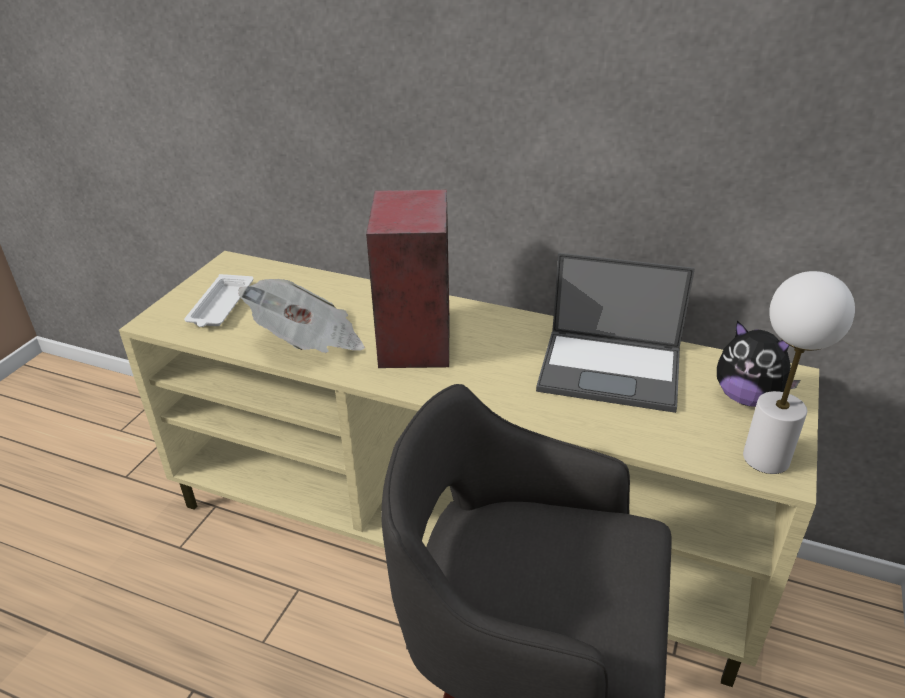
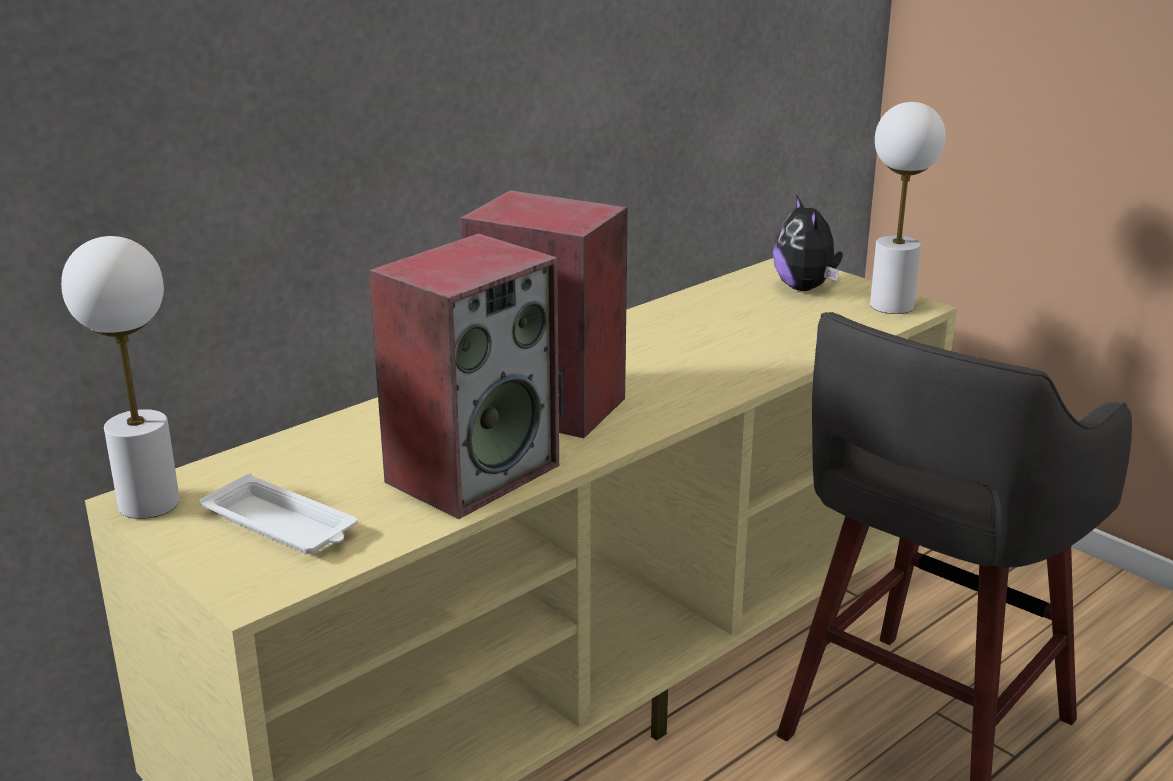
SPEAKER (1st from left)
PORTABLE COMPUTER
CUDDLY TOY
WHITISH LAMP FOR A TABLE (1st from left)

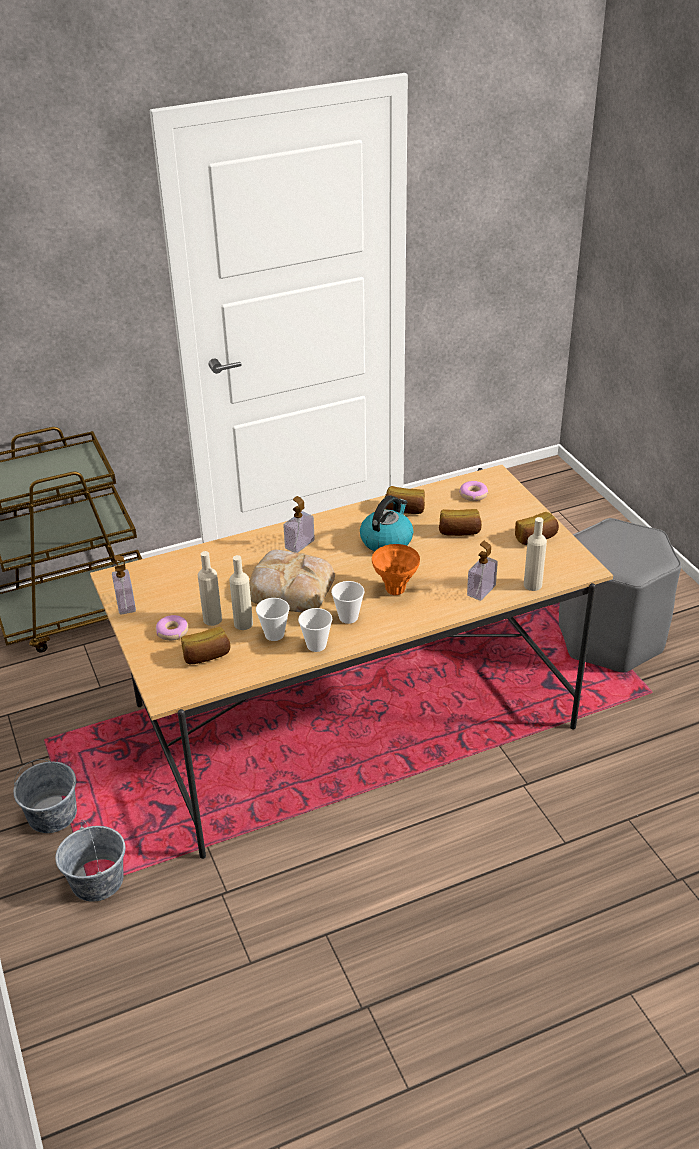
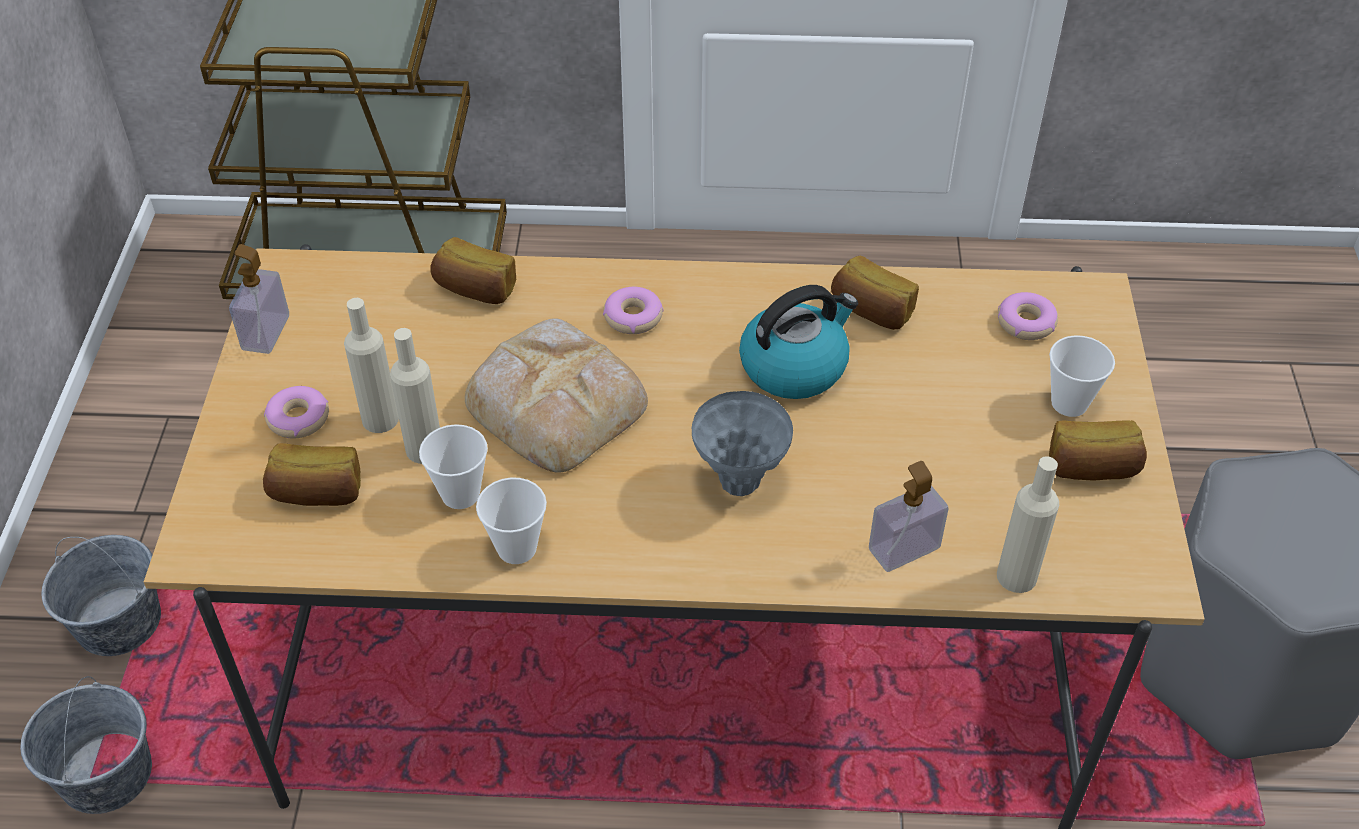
RING DOUGHNUT (2nd from left)
DRINKING CUP (3rd from left)
GRAY VASE
BAKERY BREAD (2nd from left)

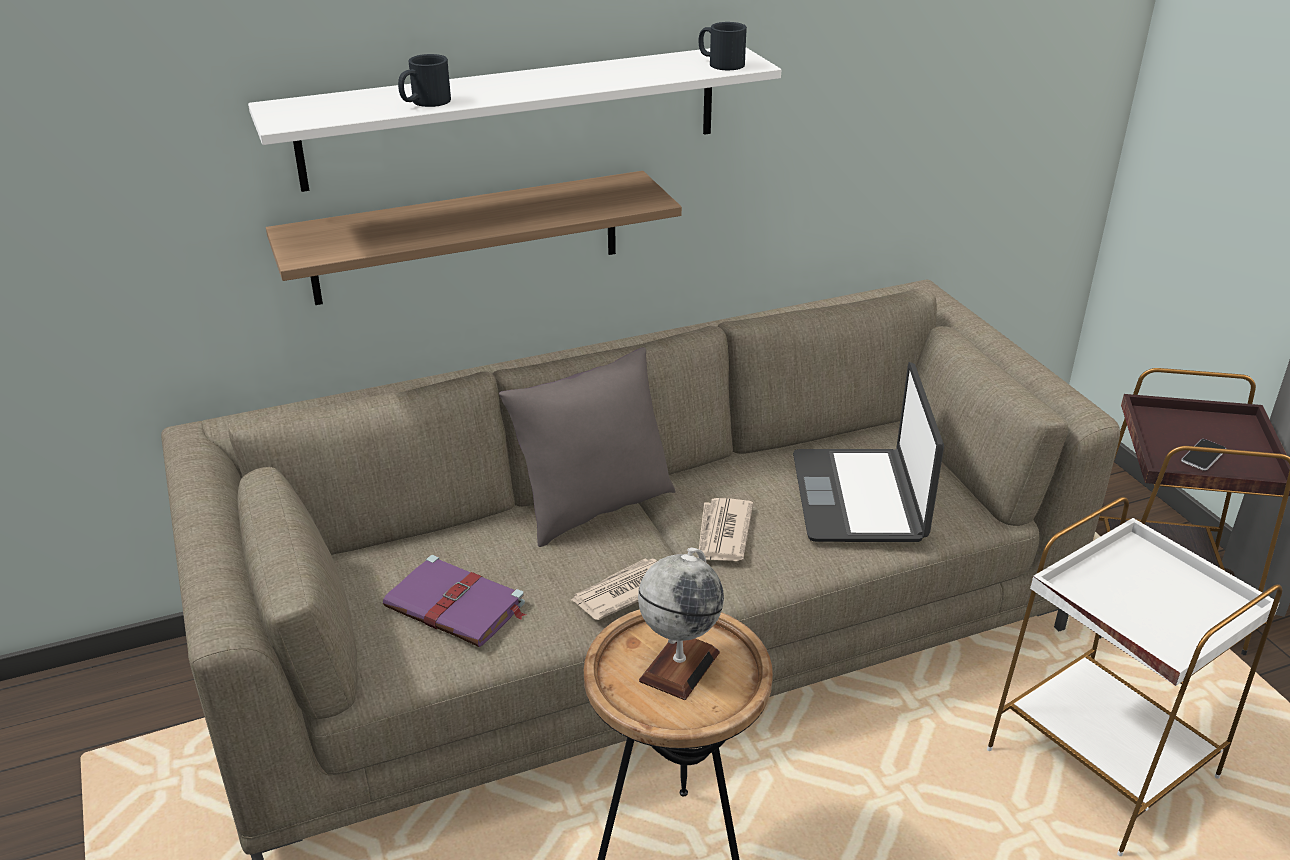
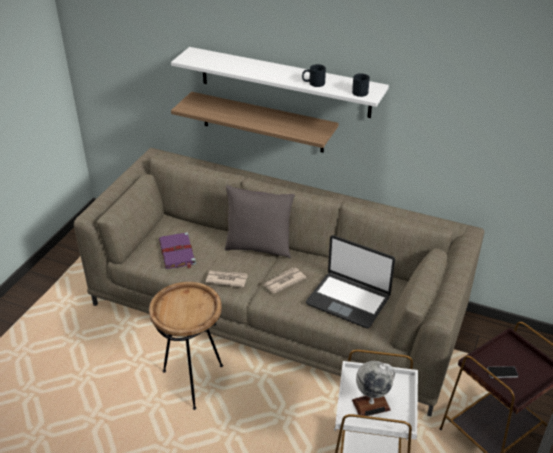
BLACKISH COFFEE MUG (1st from left)
WORLD GLOBE
PORTABLE COMPUTER

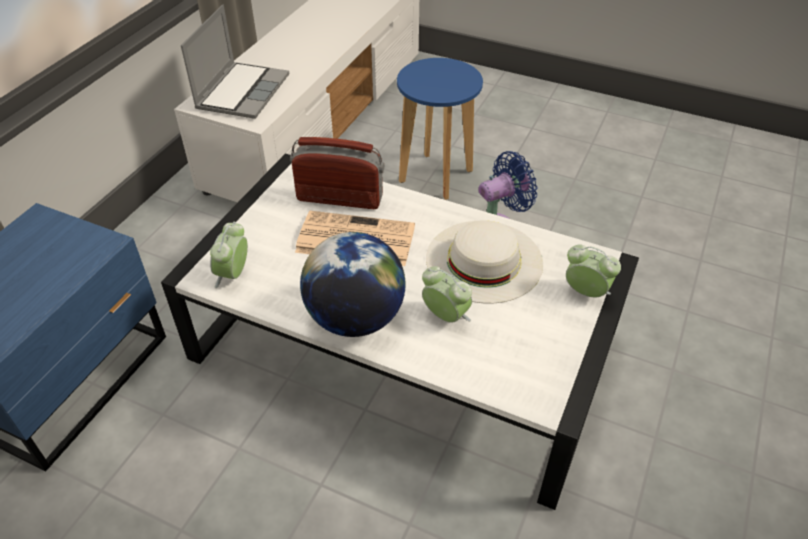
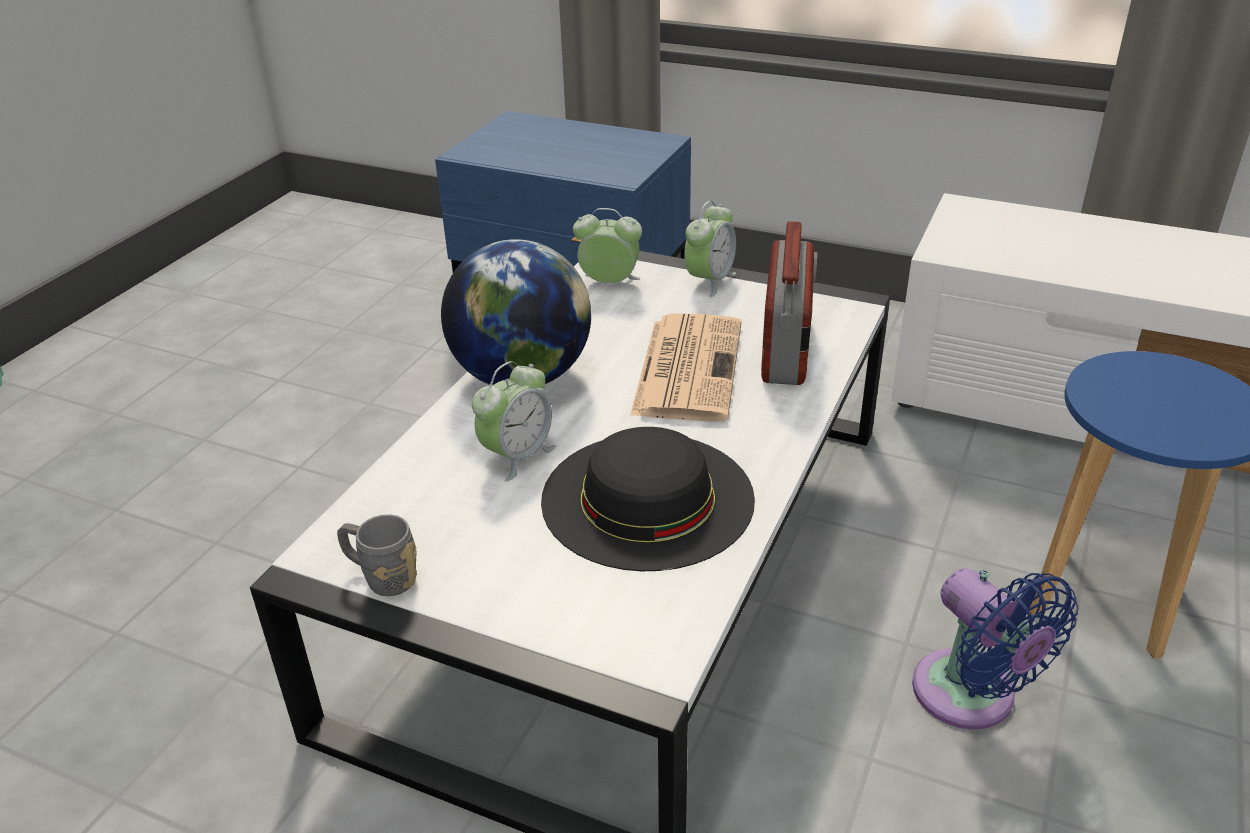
PORTABLE COMPUTER
BLACKISH WEARABLE HAT
TABLE CLOCK (3rd from left)
GRAY COFFEE MUG

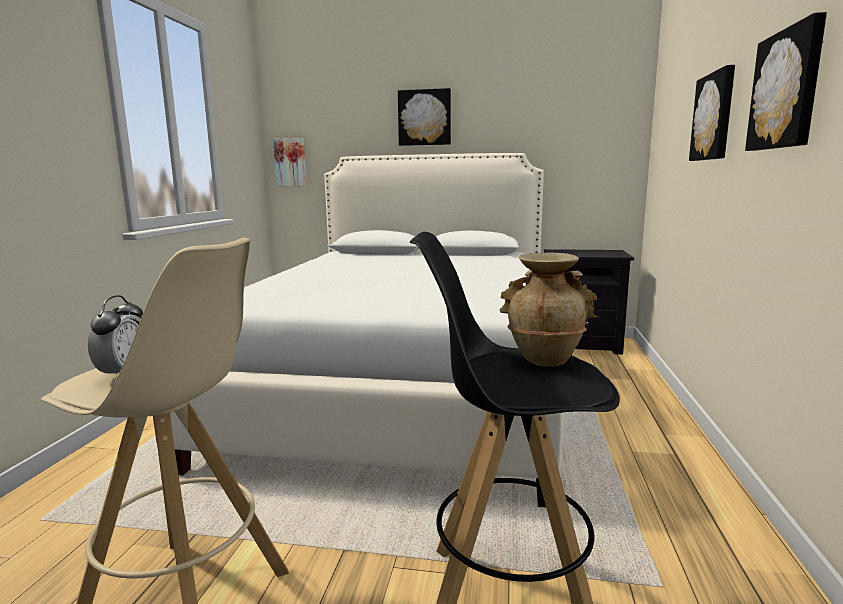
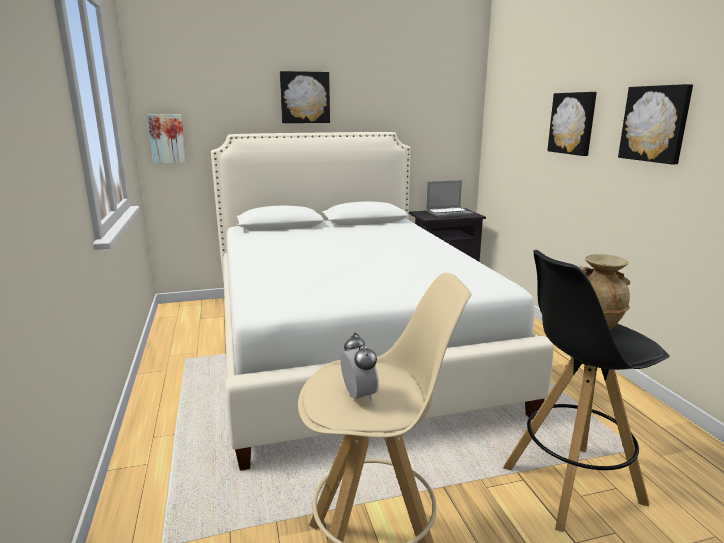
PORTABLE COMPUTER

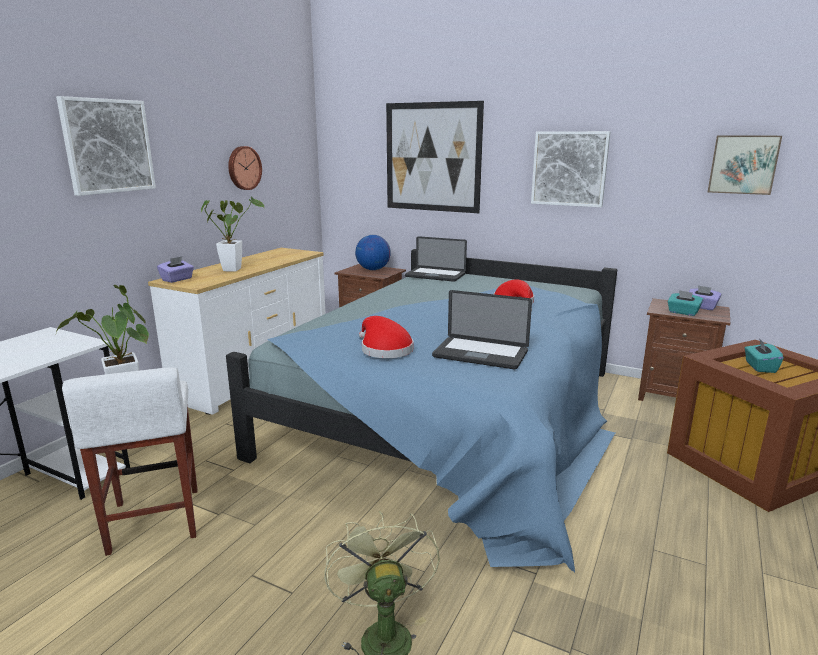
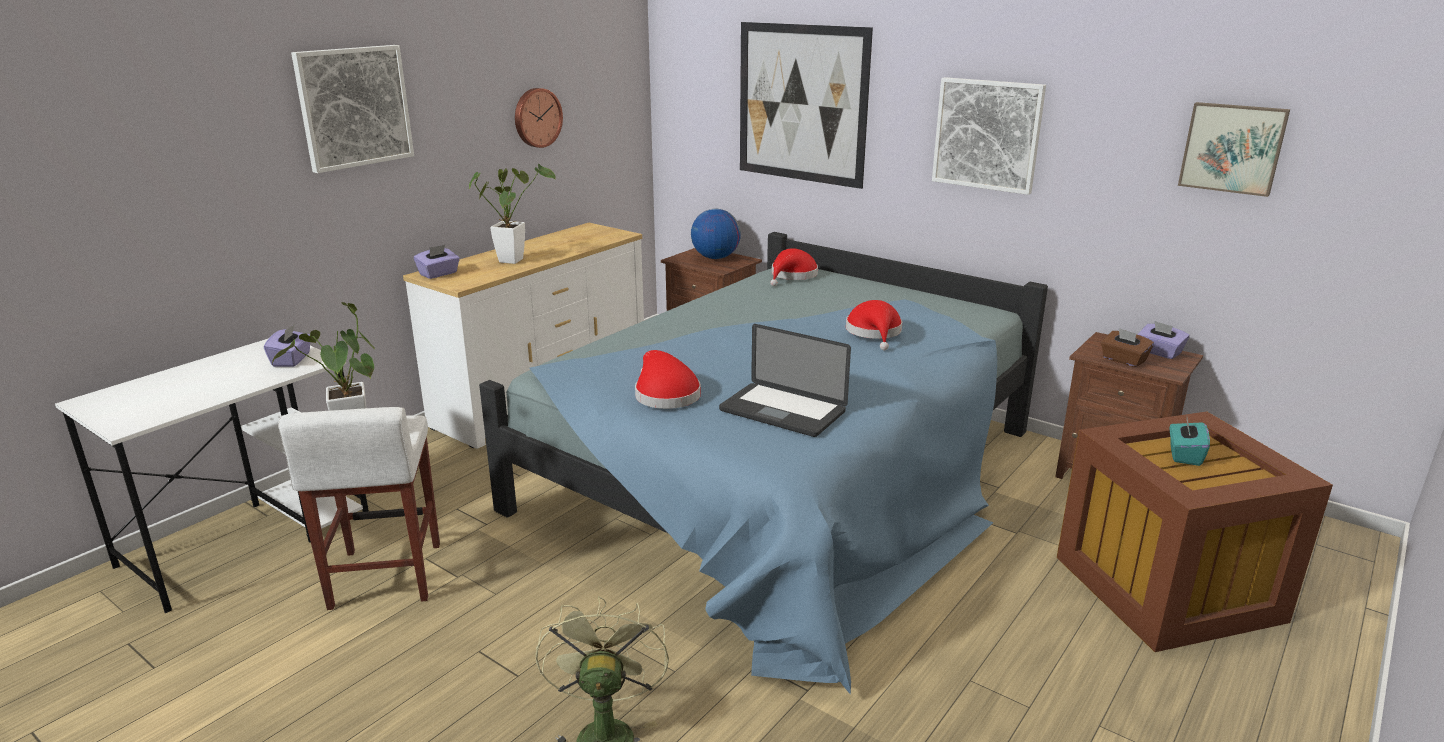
RED WEARABLE HAT (2nd from left)
BROWNISH TISSUE BOX
PURPLE TISSUE BOX (1st from left)

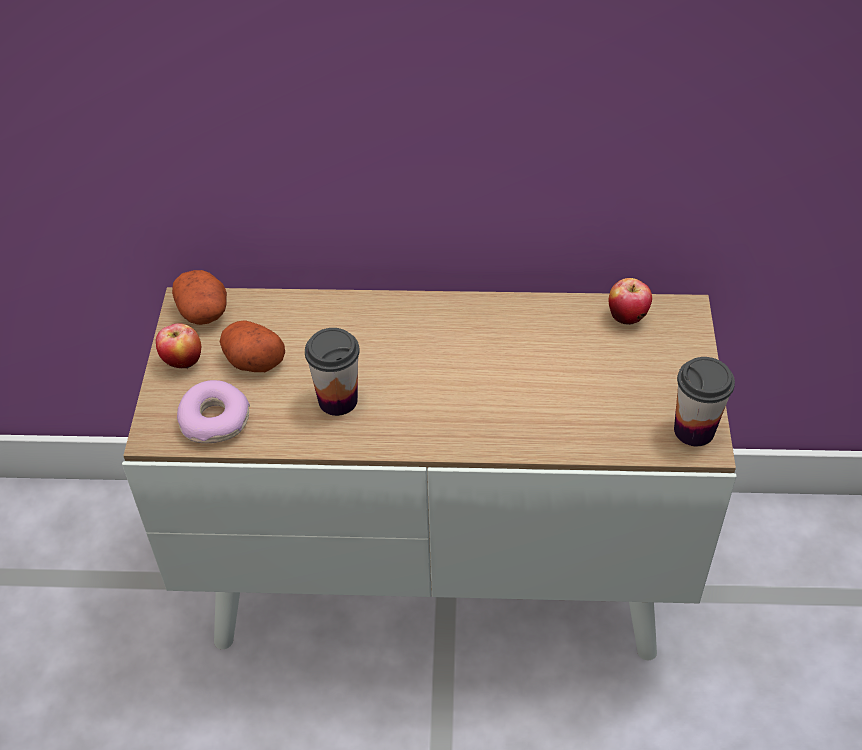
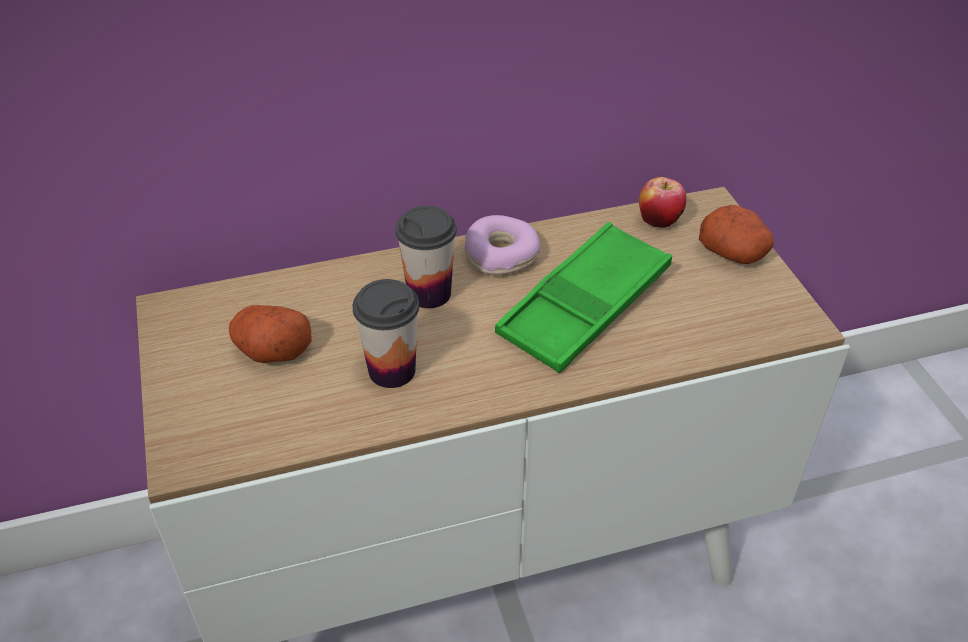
APPLE FRUIT (1st from left in the first image)
POTATO (2nd from left)
RING DOUGHNUT
DRINKING CUP (2nd from left)
GREEN TRAY

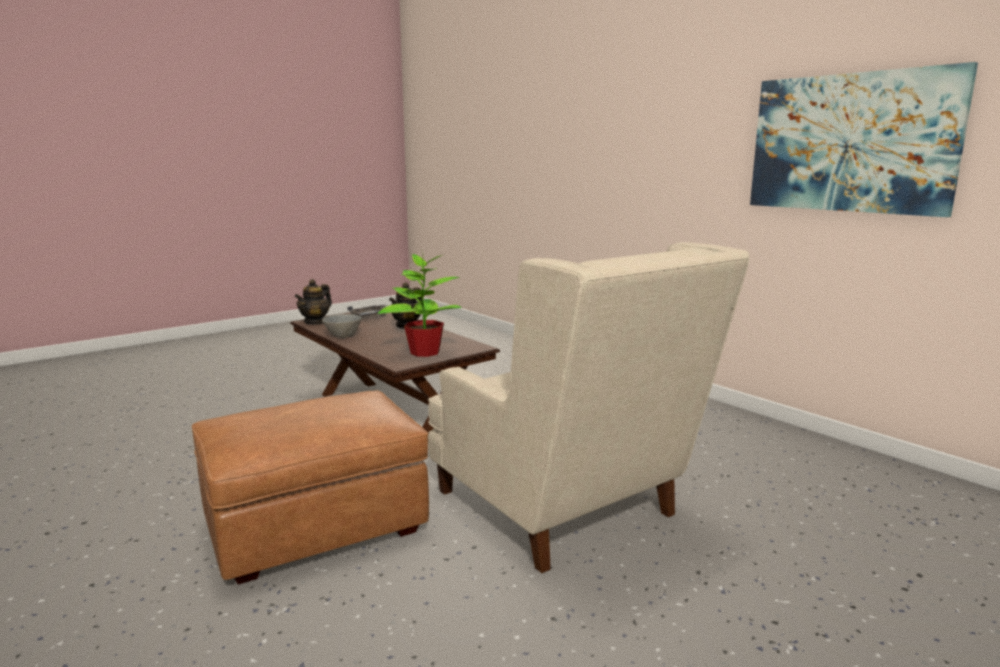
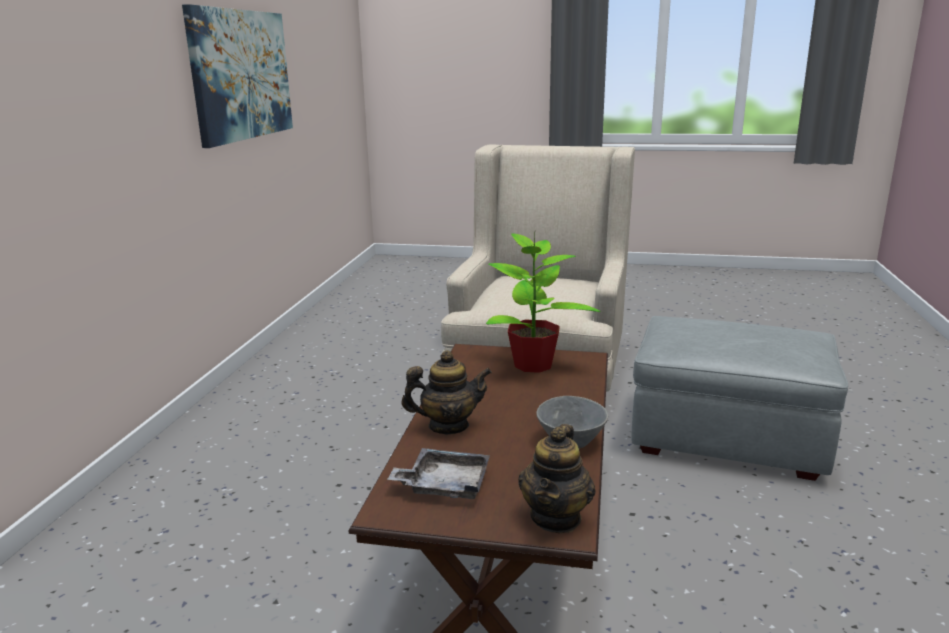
GRAY POUFFE
TEAPOT (2nd from left)

